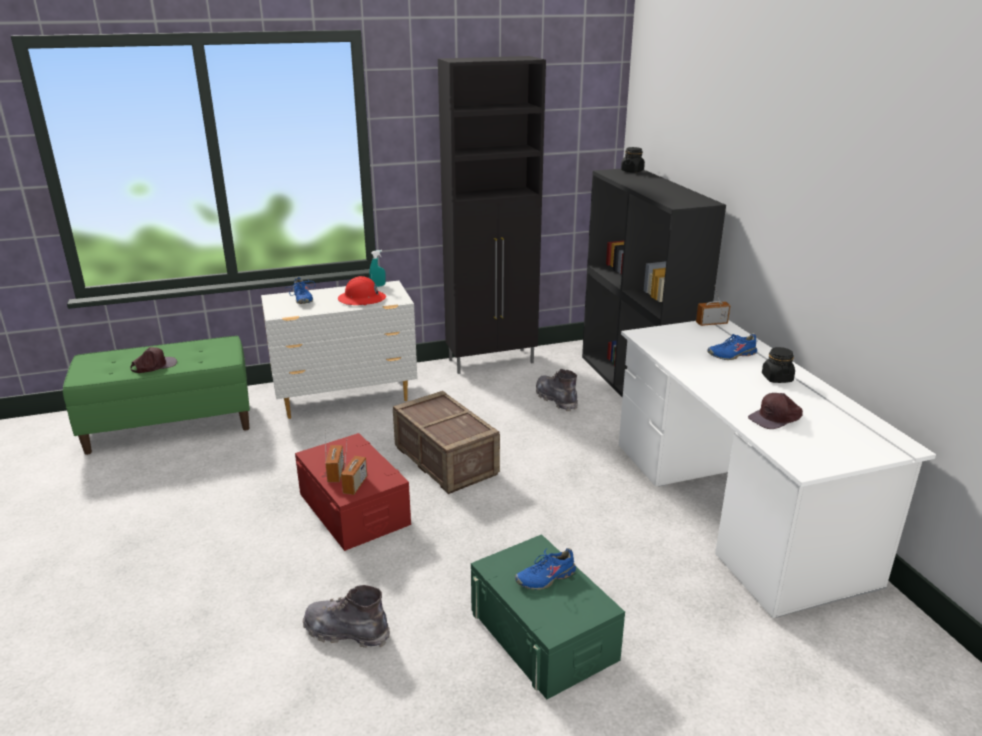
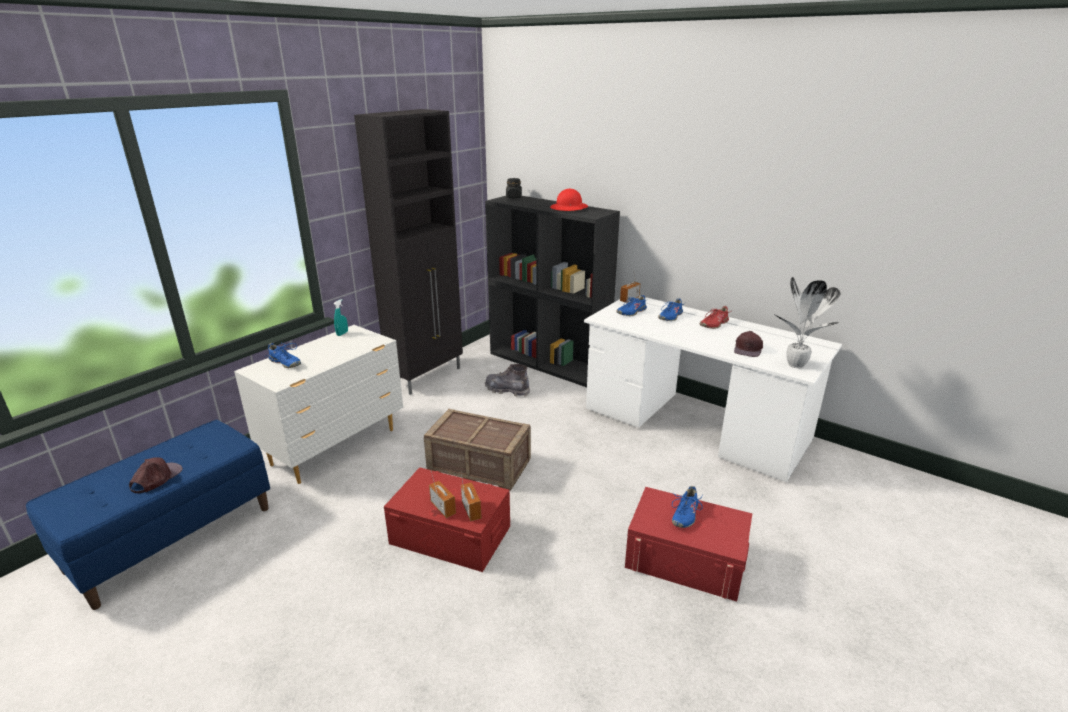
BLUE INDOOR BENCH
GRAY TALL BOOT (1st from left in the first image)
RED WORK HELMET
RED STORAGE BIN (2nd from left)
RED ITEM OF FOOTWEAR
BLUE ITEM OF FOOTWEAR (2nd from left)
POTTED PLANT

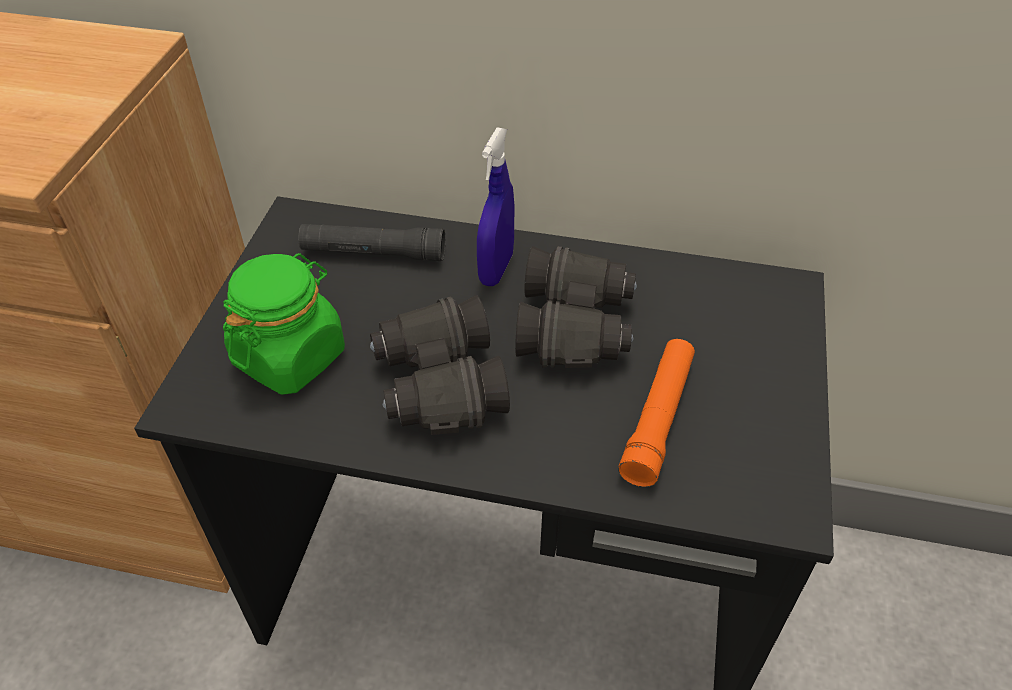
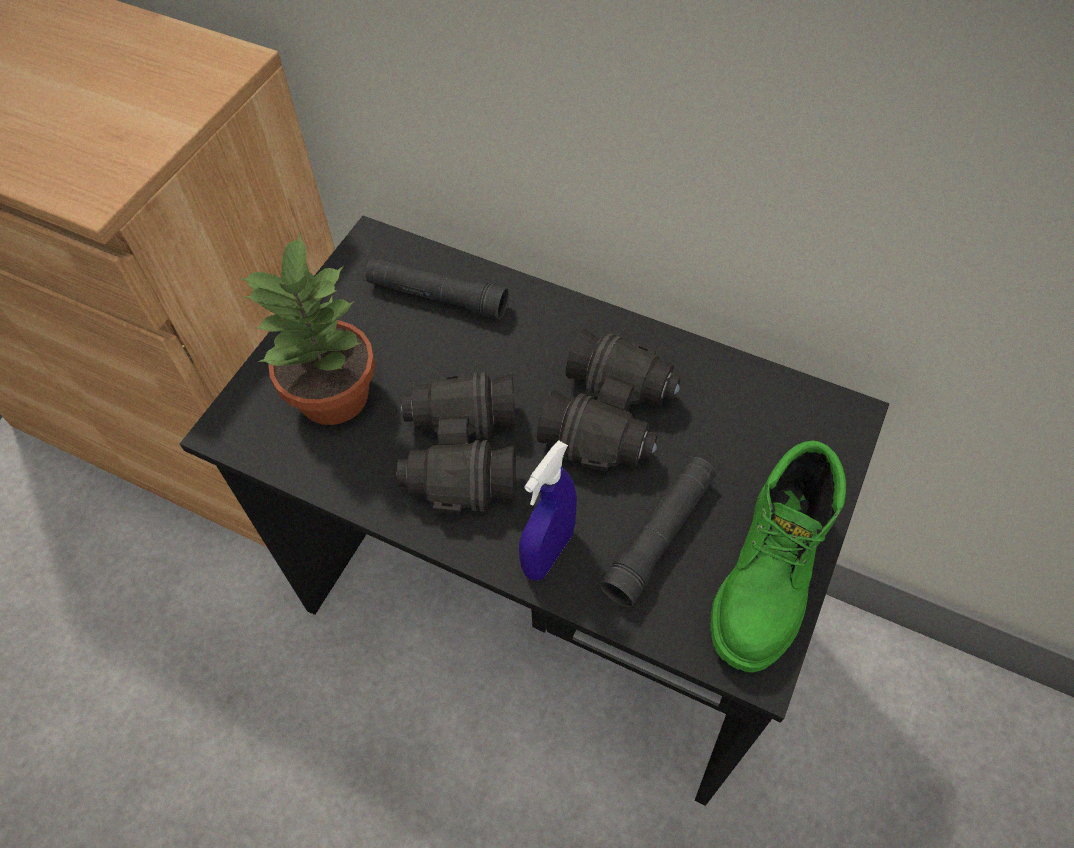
POTTED PLANT
BLUE SPRAY BOTTLE
BLACKISH TORCH (2nd from left)
GREEN TALL BOOT

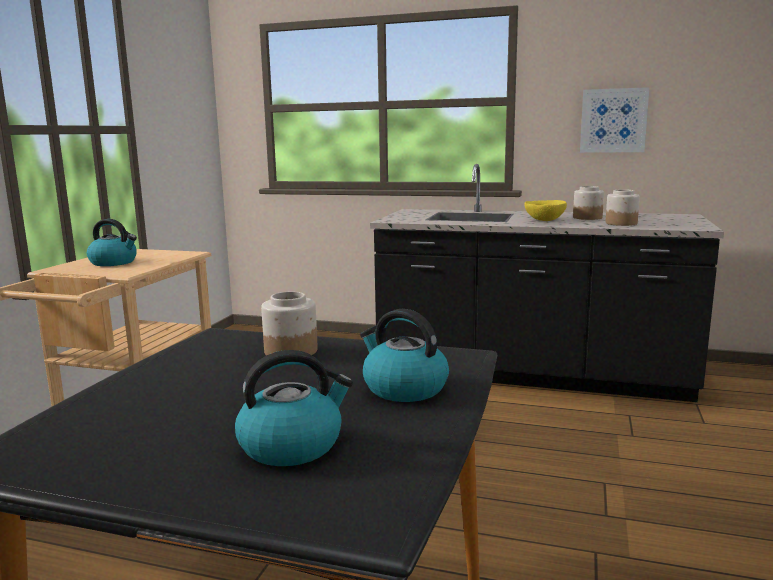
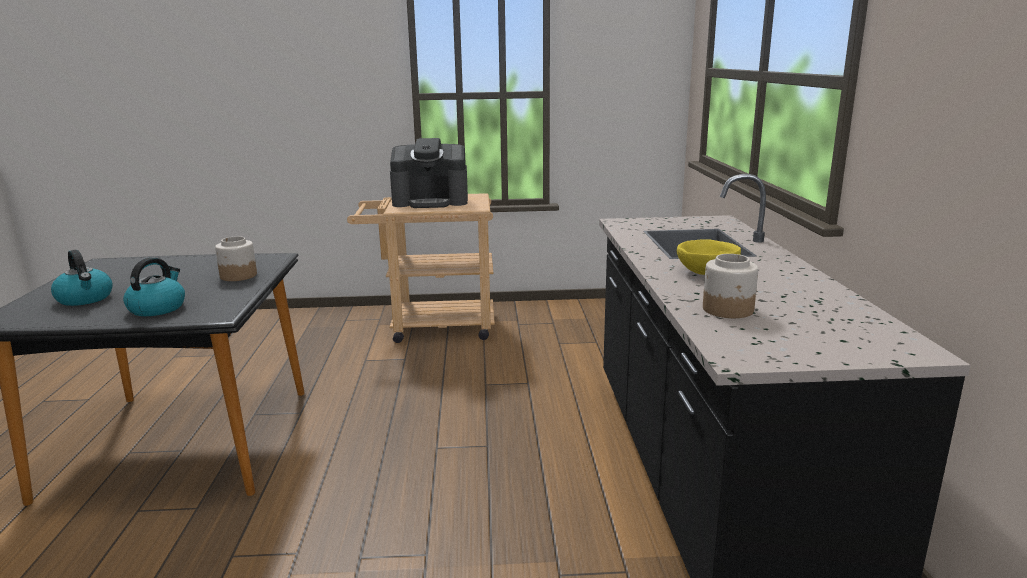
COFFEE BREWER
PRESERVE JAR (2nd from left in the first image)
WALL PICTURE

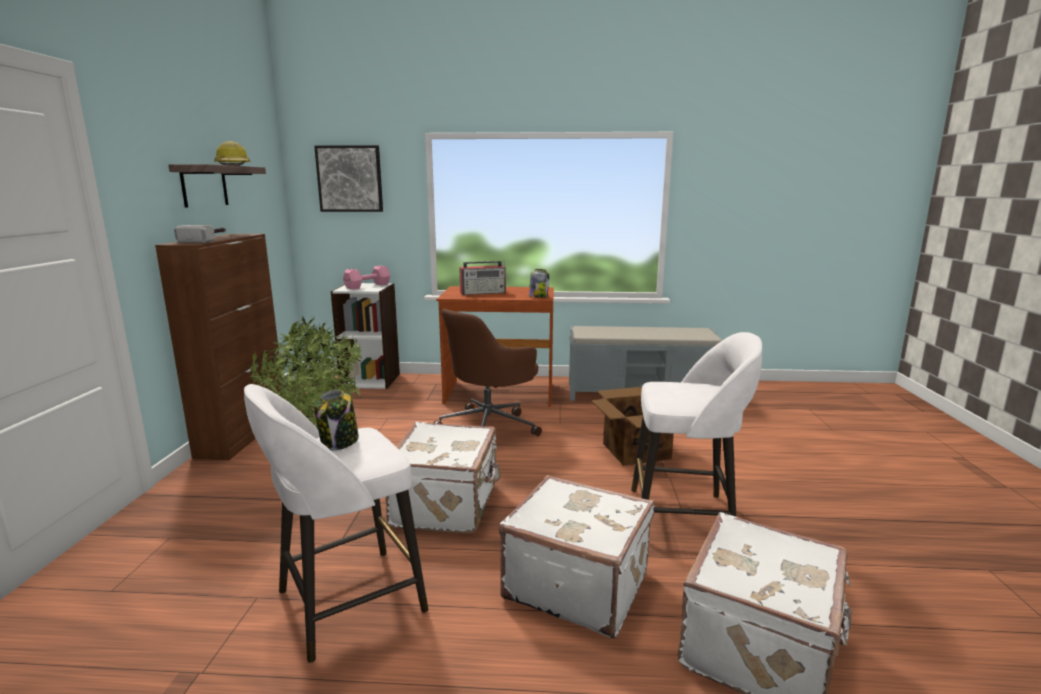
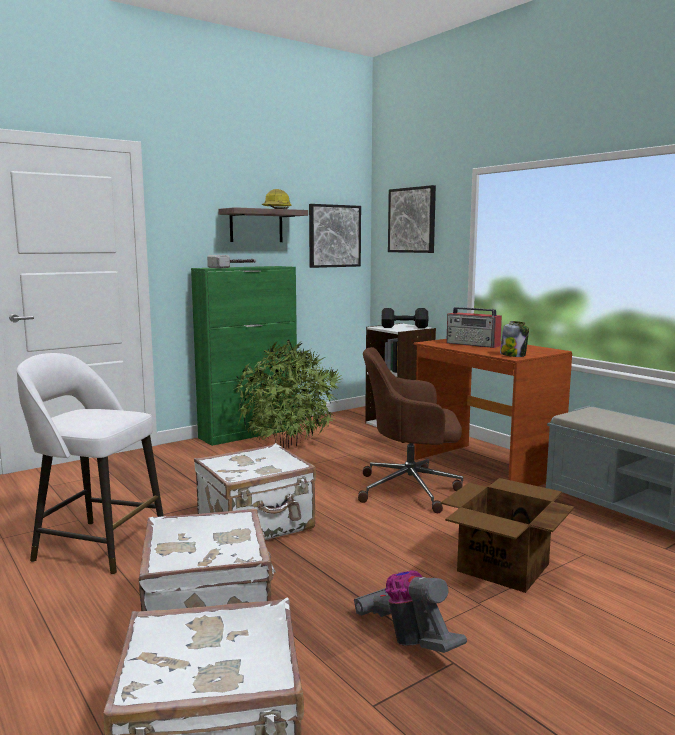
GREEN CABINET
PRESERVE JAR (1st from left in the first image)
BLACKISH HAND WEIGHT
VACUUM
WALL PICTURE (1st from left)

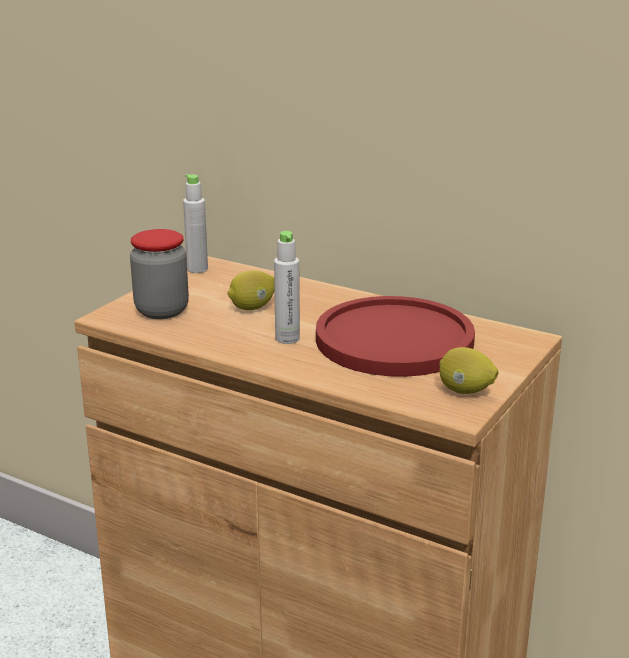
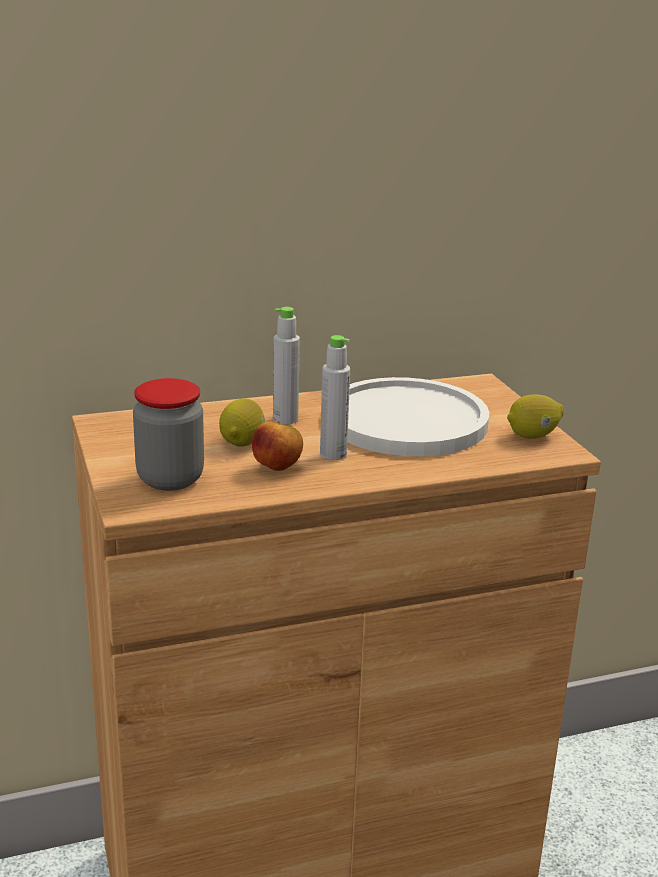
GRAY BEVERAGE BOTTLE (1st from left)
WHITISH FLAT DISH
APPLE FRUIT

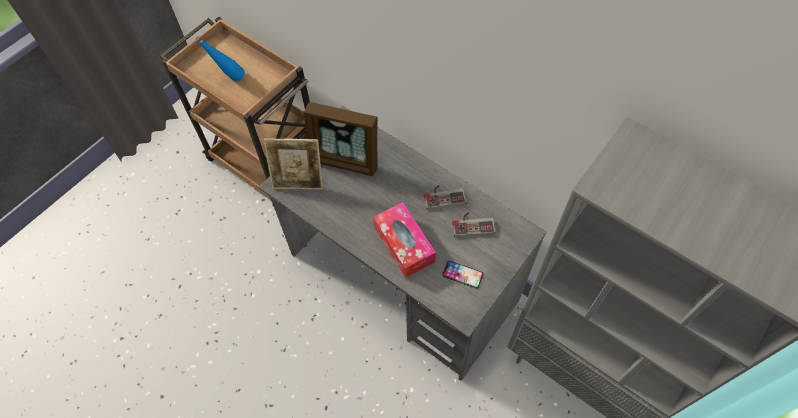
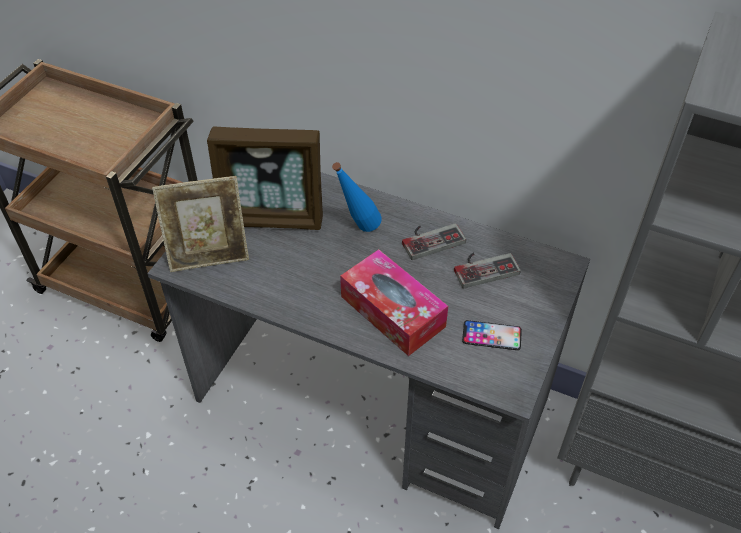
BLUE BEVERAGE BOTTLE

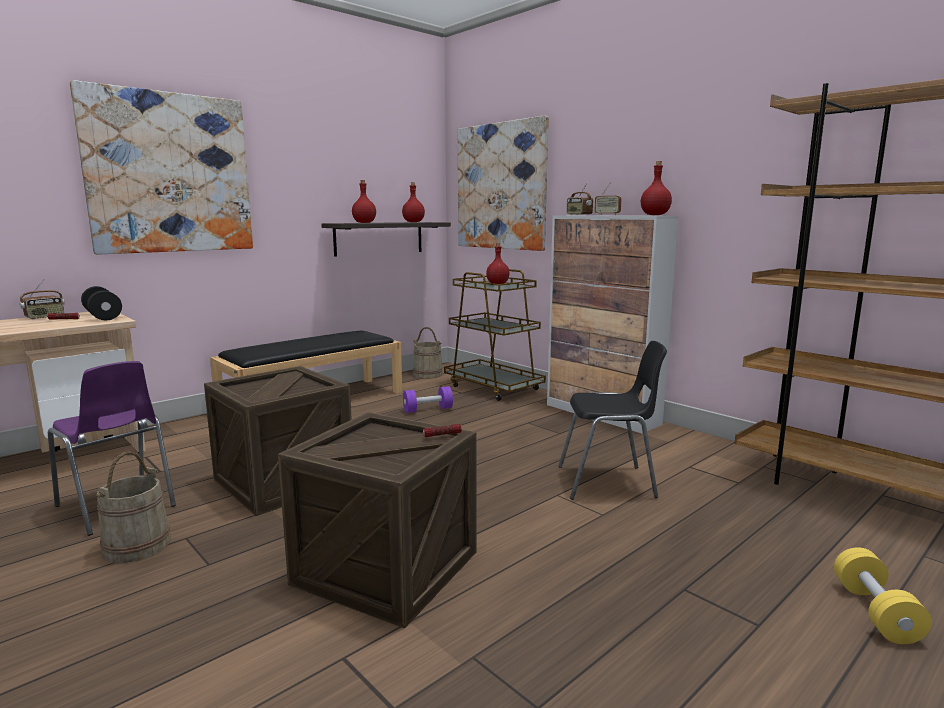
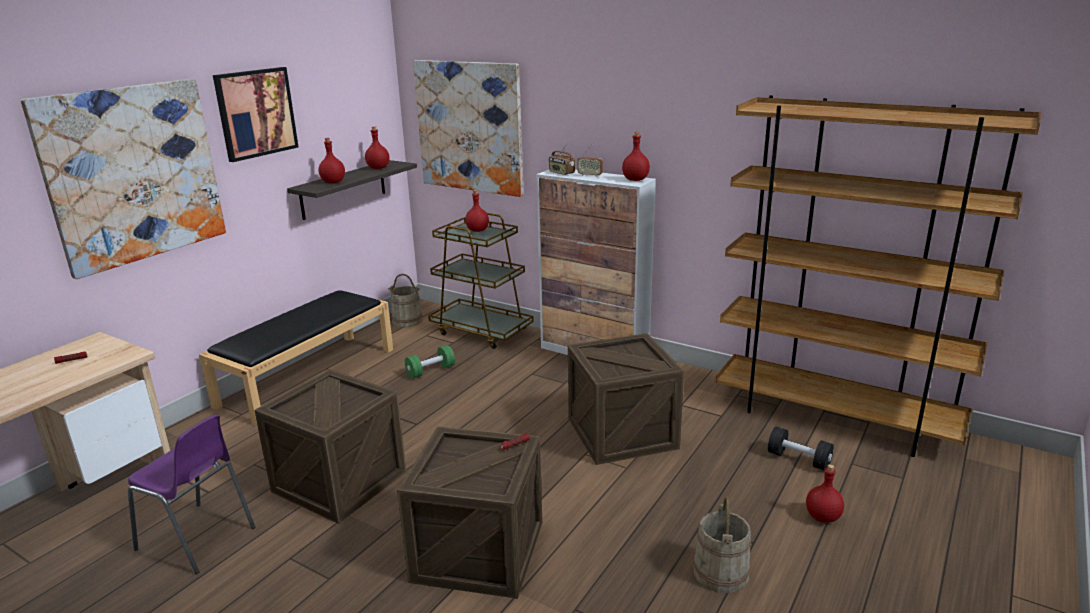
RADIO RECEIVER (1st from left in the first image)
BLACKISH HAND WEIGHT
BEIGE WATER BUCKET (2nd from left)
GREEN HAND WEIGHT
CRATE (3rd from left)
RED BEVERAGE BOTTLE (5th from left)
WALL PICTURE (2nd from left)

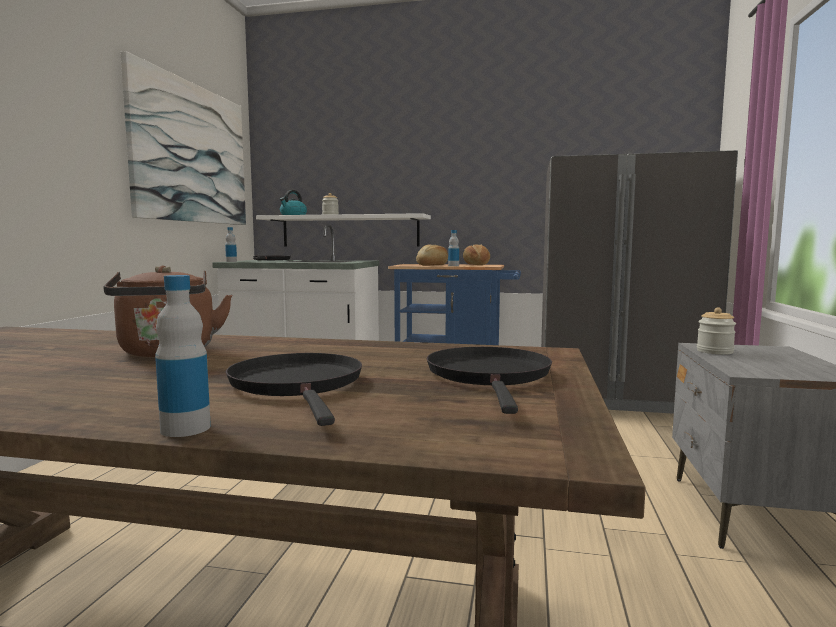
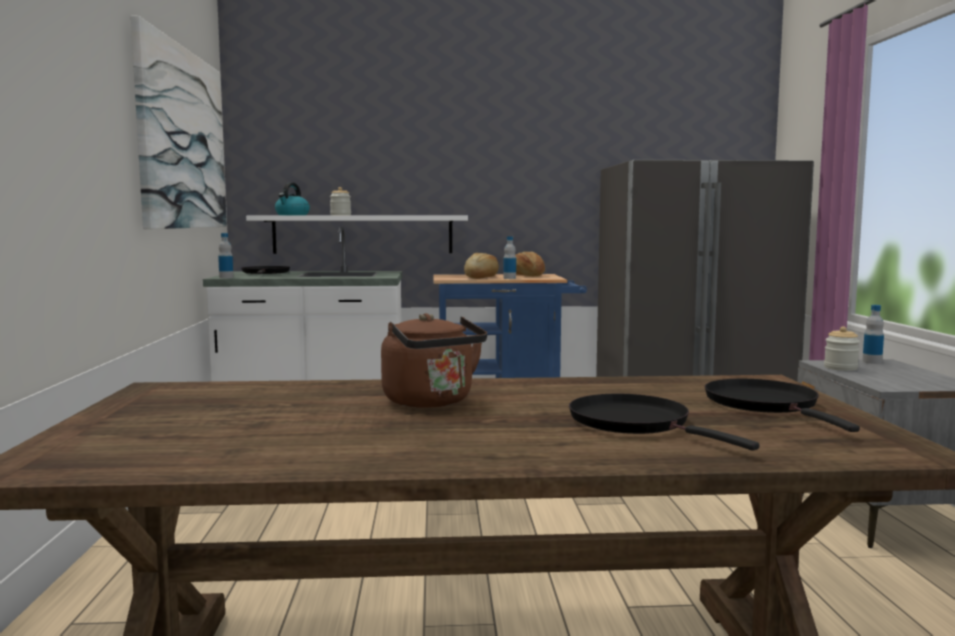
BEVERAGE BOTTLE (3rd from left)

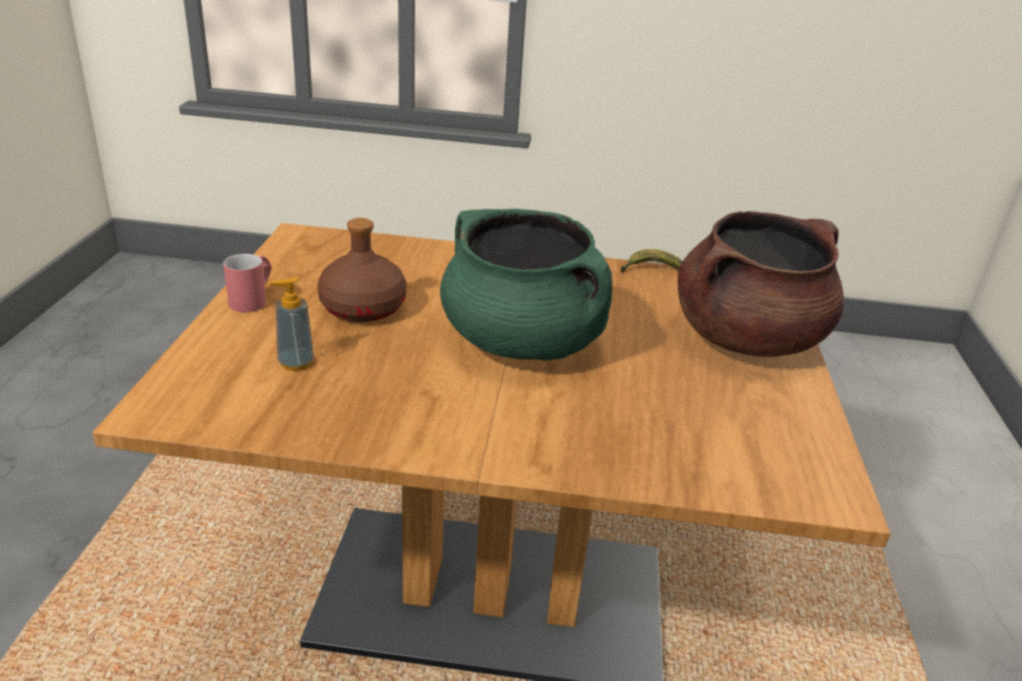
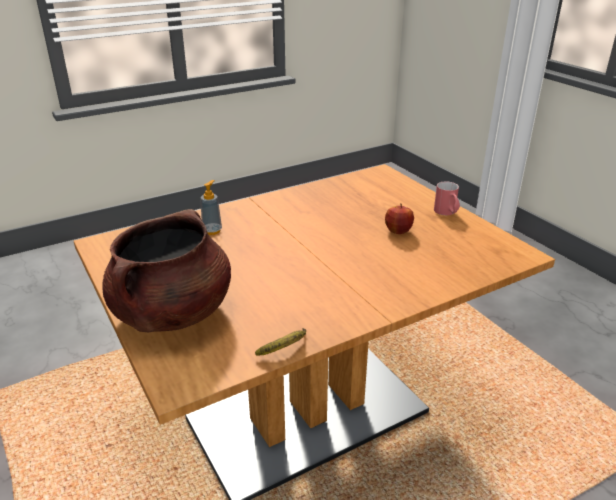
SOAP BOTTLE
APPLE FRUIT
GREEN STOCKPOT

